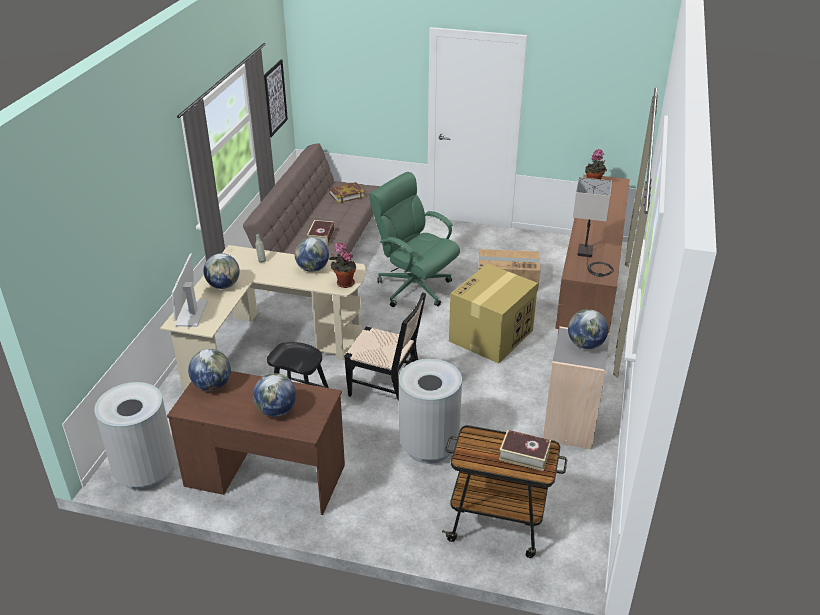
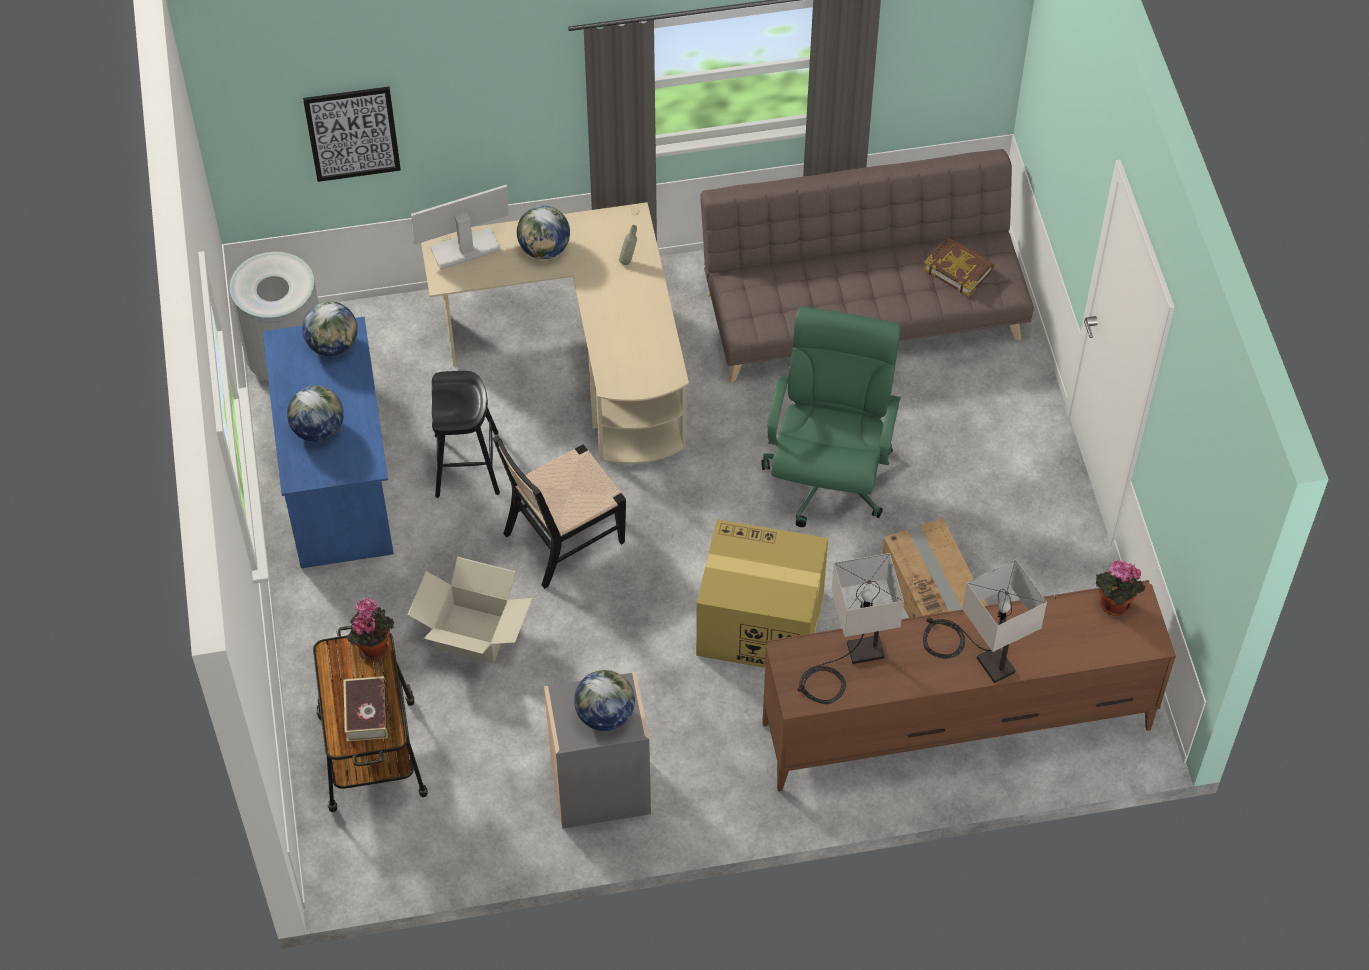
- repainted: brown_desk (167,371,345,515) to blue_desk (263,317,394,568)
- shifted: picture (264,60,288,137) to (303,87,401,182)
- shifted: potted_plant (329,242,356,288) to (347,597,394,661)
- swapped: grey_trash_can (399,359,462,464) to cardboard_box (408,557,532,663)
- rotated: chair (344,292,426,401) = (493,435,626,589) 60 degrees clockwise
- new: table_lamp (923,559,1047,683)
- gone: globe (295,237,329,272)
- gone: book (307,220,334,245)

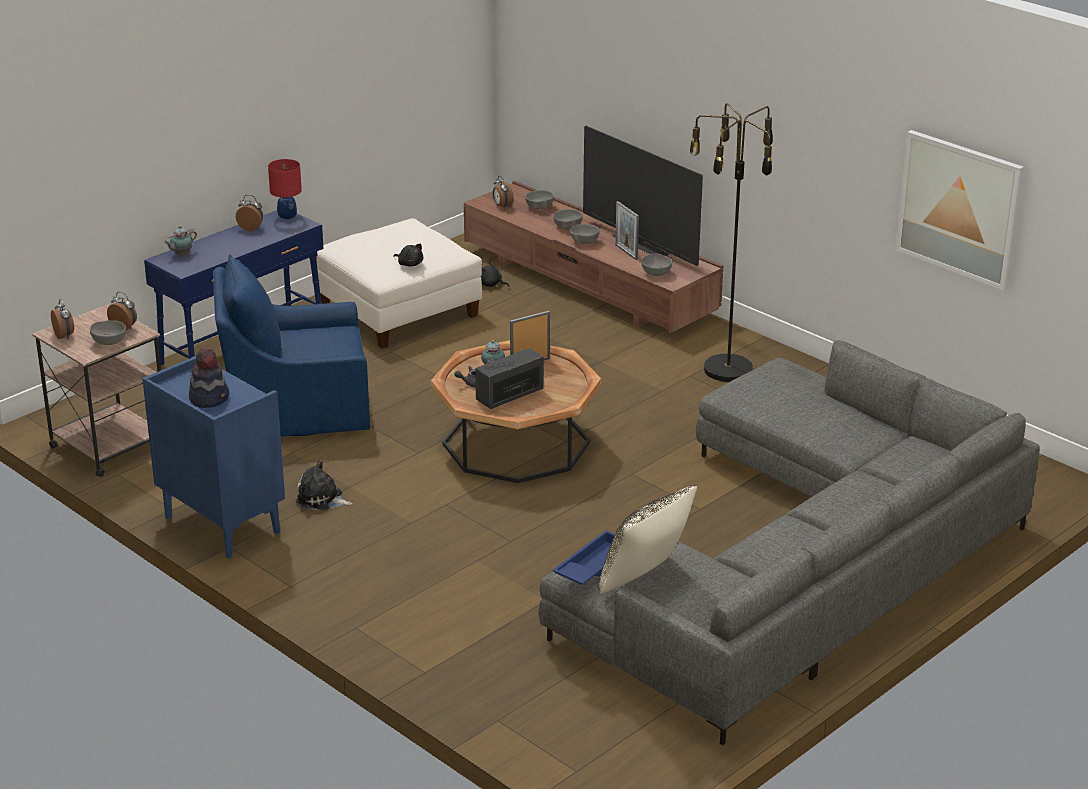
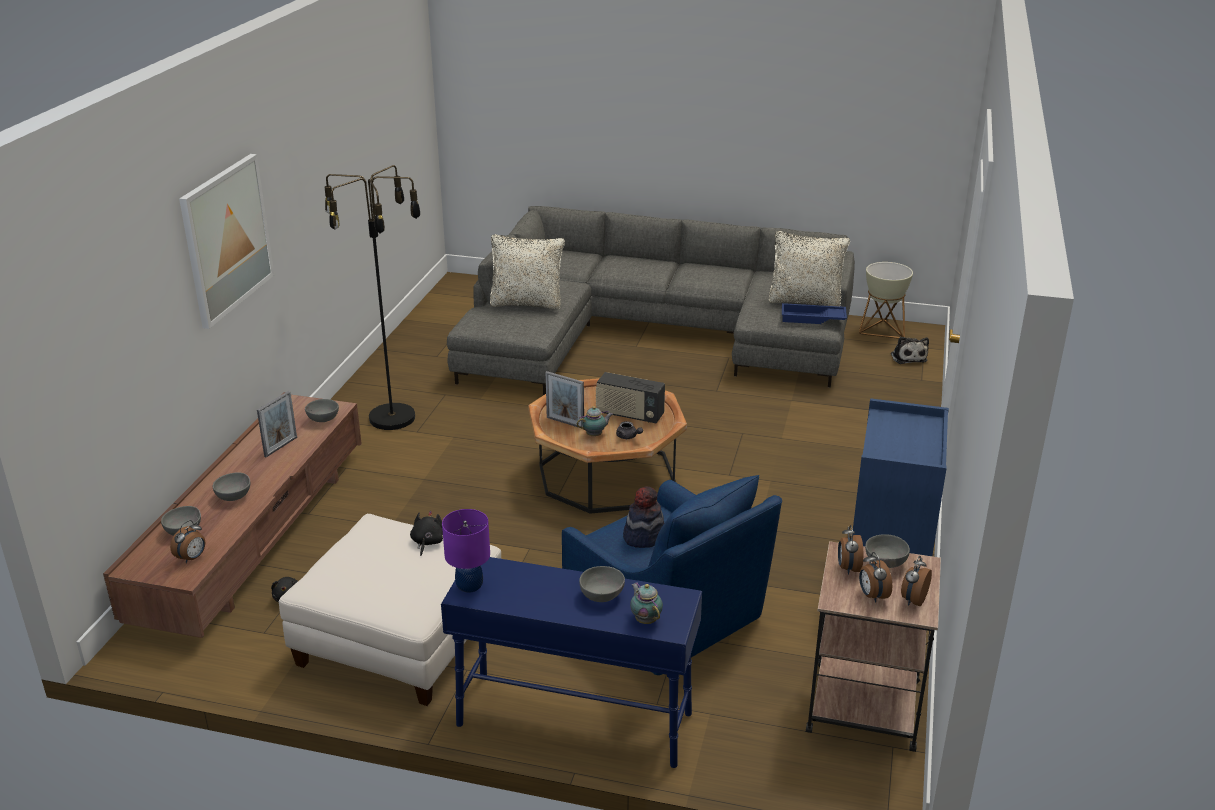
- shifted: picture (895,130,1024,291) to (179,154,274,329)
- repainted: red_table_lamp (268,159,302,219) to purple_table_lamp (442,509,490,593)
- new: beige_pillow (490,234,565,310)
- shifted: grey_bowl (570,224,600,244) to (579,566,625,602)
- shifted: hat (189,348,229,408) to (623,486,664,548)
- rotated: teapot (164,225,197,256) = (630,582,663,624) 135 degrees counterclockwise
- new: planter (859,262,913,339)
- shifted: alarm_clock (236,195,263,231) to (859,552,892,602)
- shifted: plush_toy (296,460,352,511) to (891,337,929,364)
- gone: television (583,126,703,266)

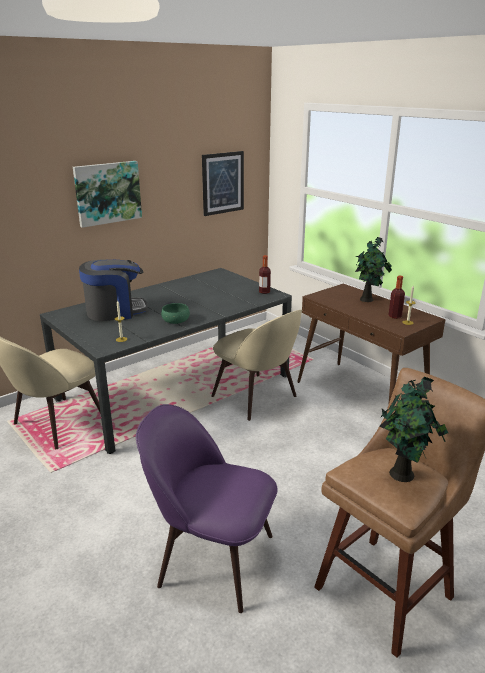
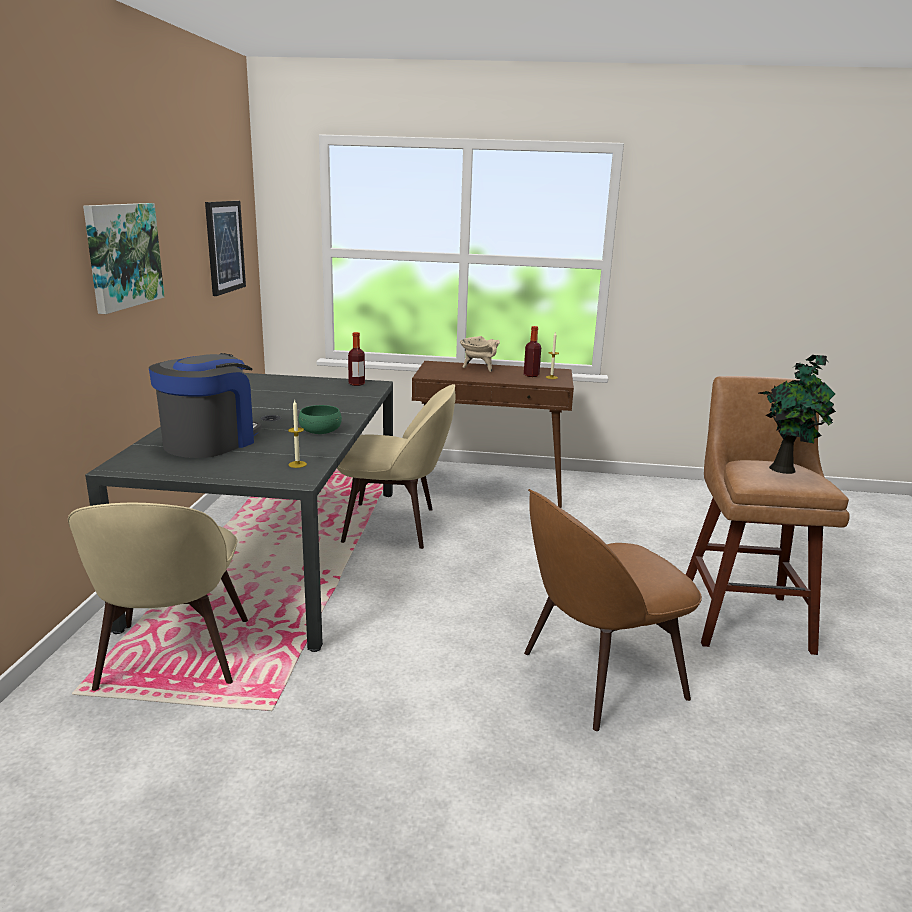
- swapped: potted_plant (355,237,392,302) to beige_cooking_pot (460,336,500,372)
- repainted: purple_chair (136,404,278,613) to brown_chair (524,489,702,731)

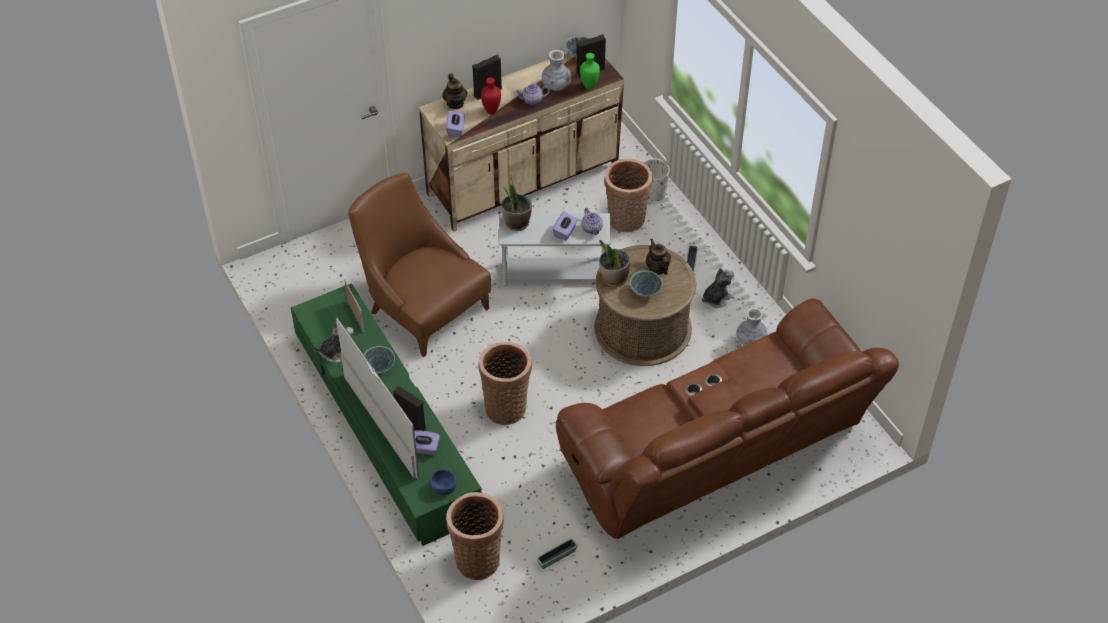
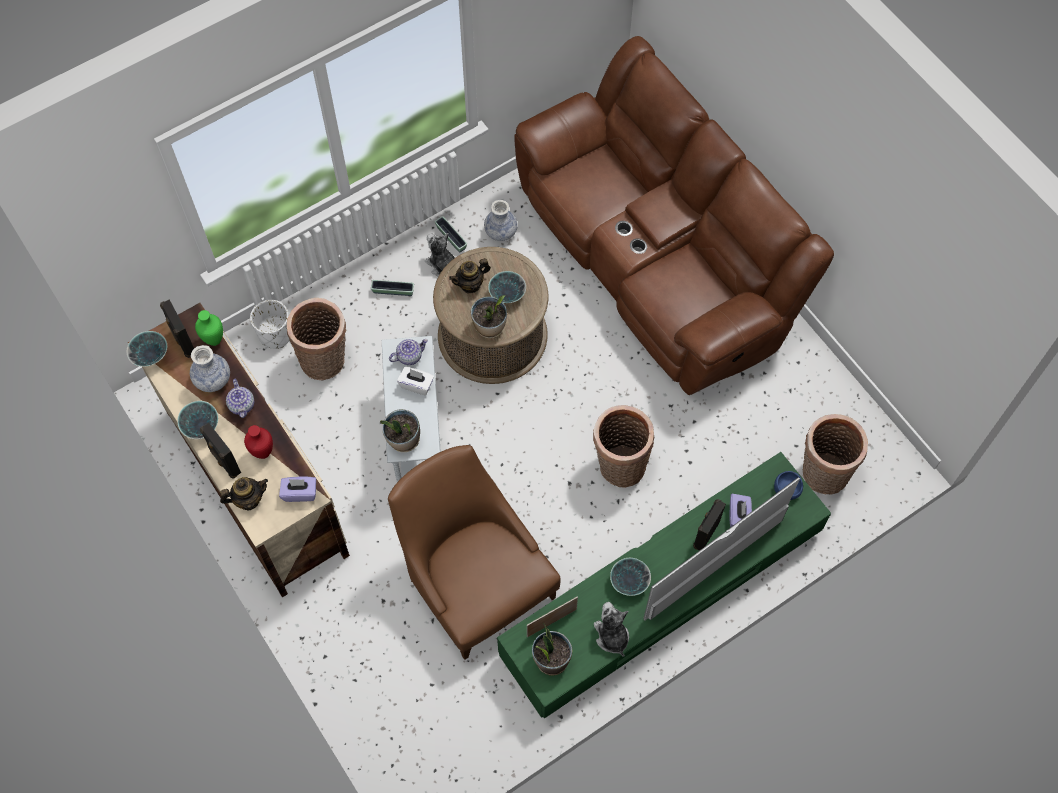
- new: bowl (177,401,218,439)
- rotated: brown_armchair (348,173,491,357) = (388,445,560,660) 105 degrees clockwise
- repainted: purple_tissue_box (553,212,578,241) to white_tissue_box (397,367,434,395)
- shifted: planter (537,538,578,569) to (435,216,467,253)
- new: potted_plant (532,623,572,676)

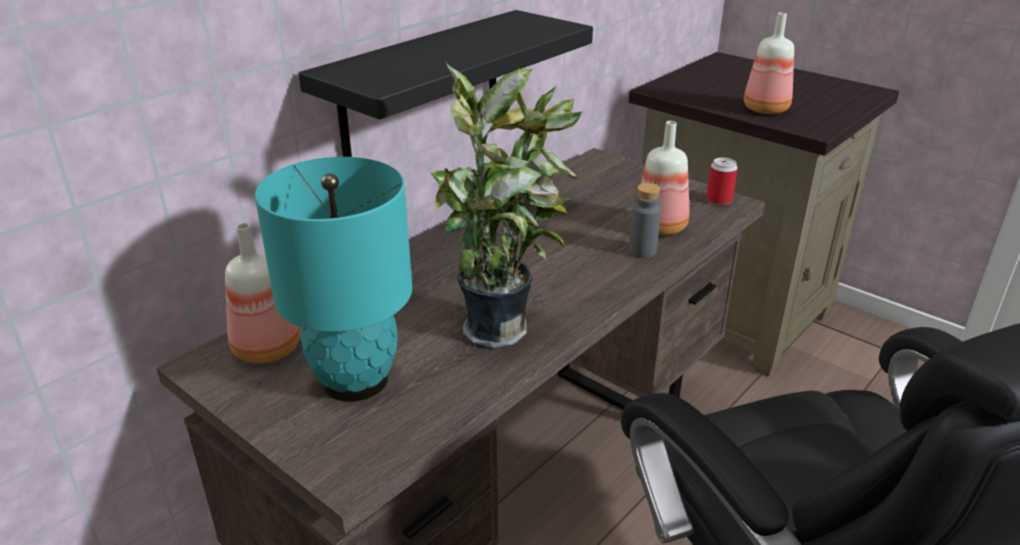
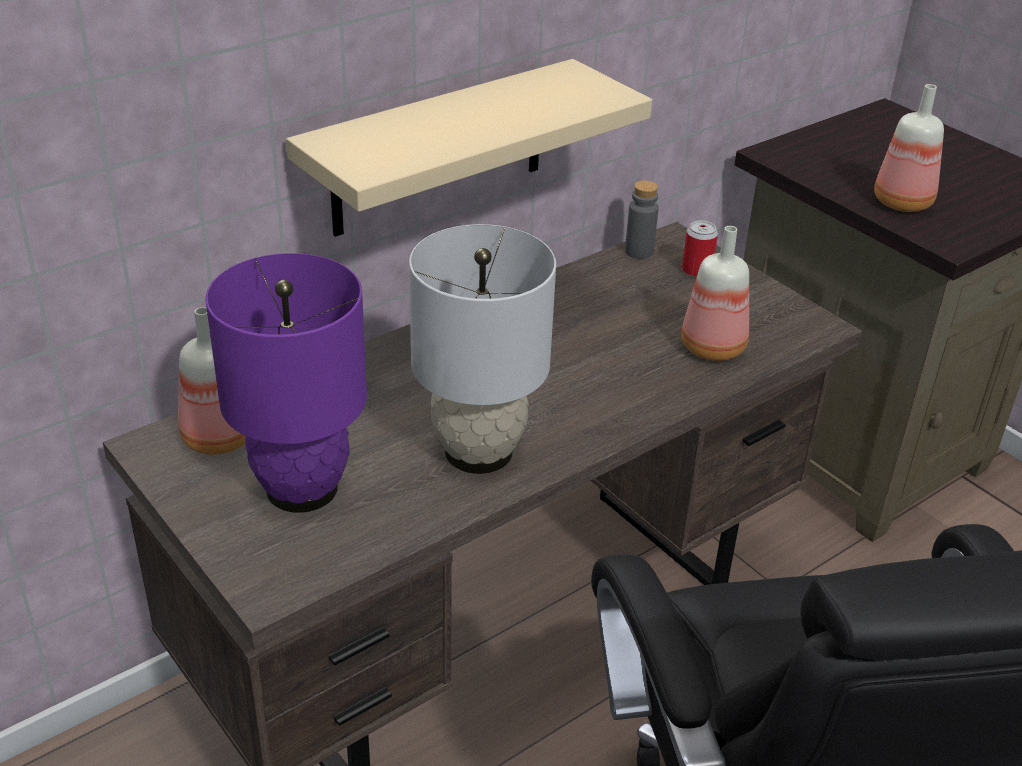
- repainted: turquoise_table_lamp (255,157,412,402) to purple_table_lamp (206,253,367,513)
- repainted: black_shelf (298,10,593,157) to beige_shelf (286,59,652,237)
- swapped: potted_plant (431,60,584,348) to white_table_lamp (409,224,556,474)
- shifted: grey_bottle (629,183,661,258) to (625,180,659,259)
- shifted: can (706,157,738,205) to (682,220,718,277)

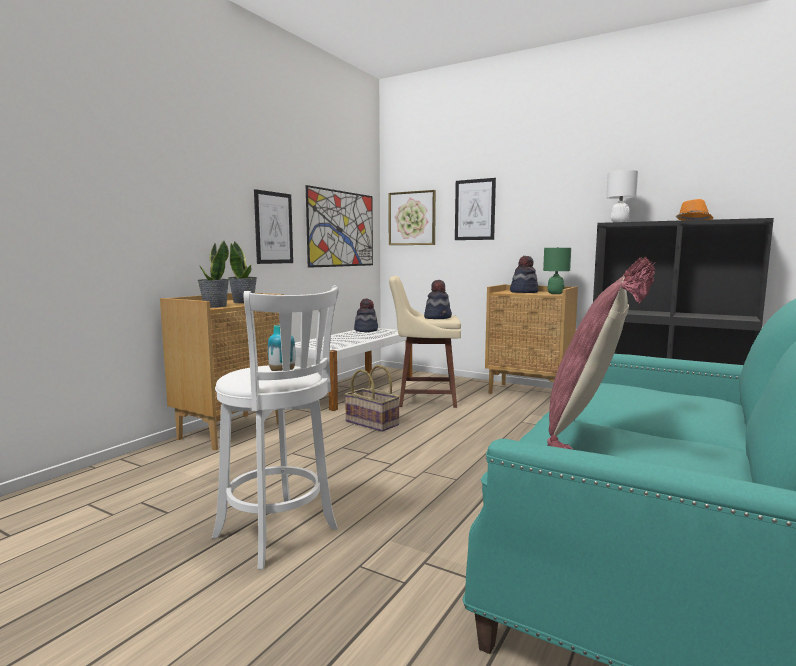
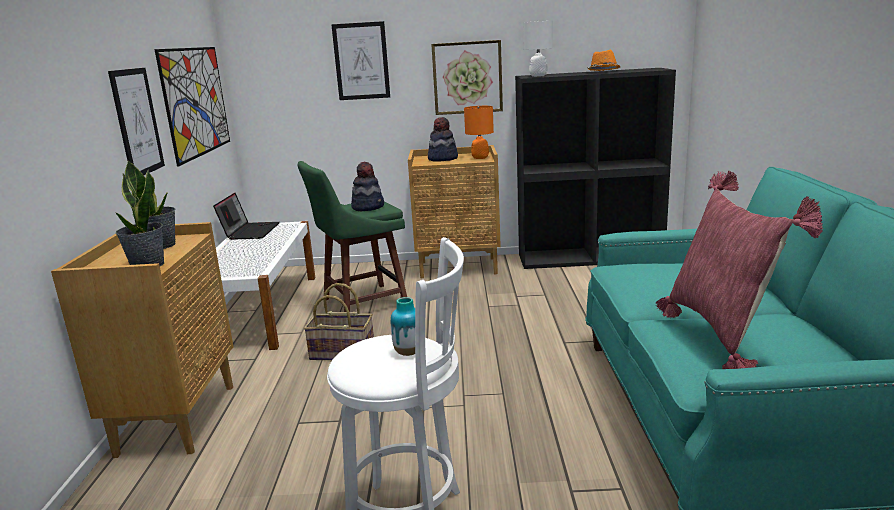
- swapped: hat (354,298,378,332) to laptop (213,193,280,240)
- repainted: beige_stool (389,276,461,408) to green_stool (298,161,407,312)
- shifted: picture (389,190,436,245) to (431,40,503,115)
- repainted: green_table_lamp (543,247,571,294) to orange_table_lamp (464,106,494,159)

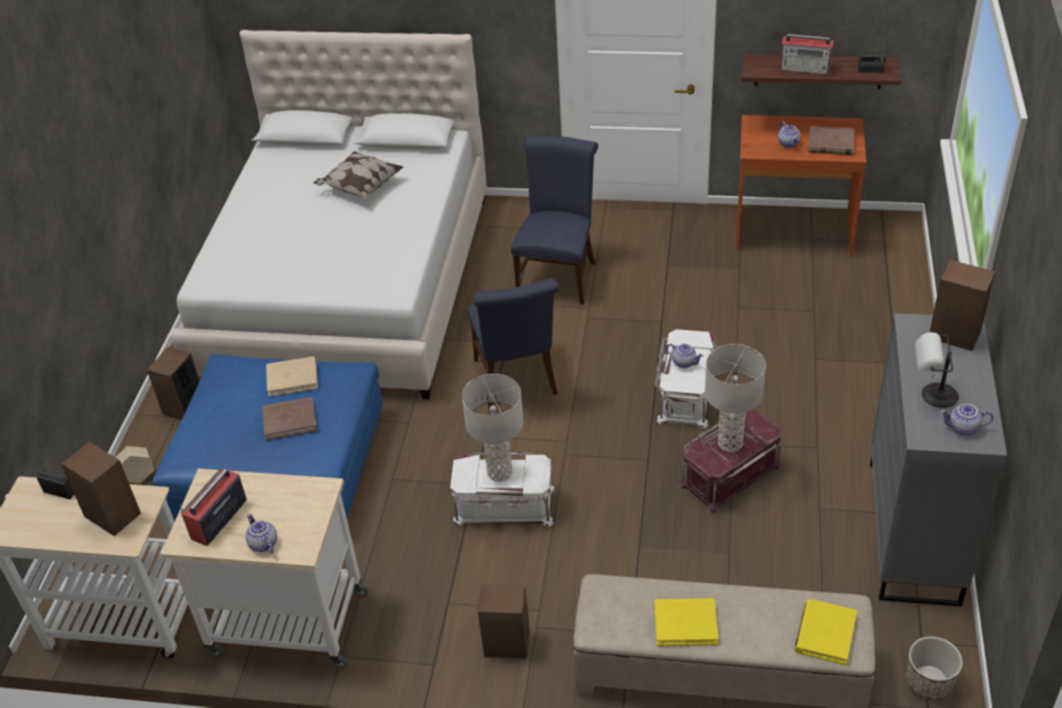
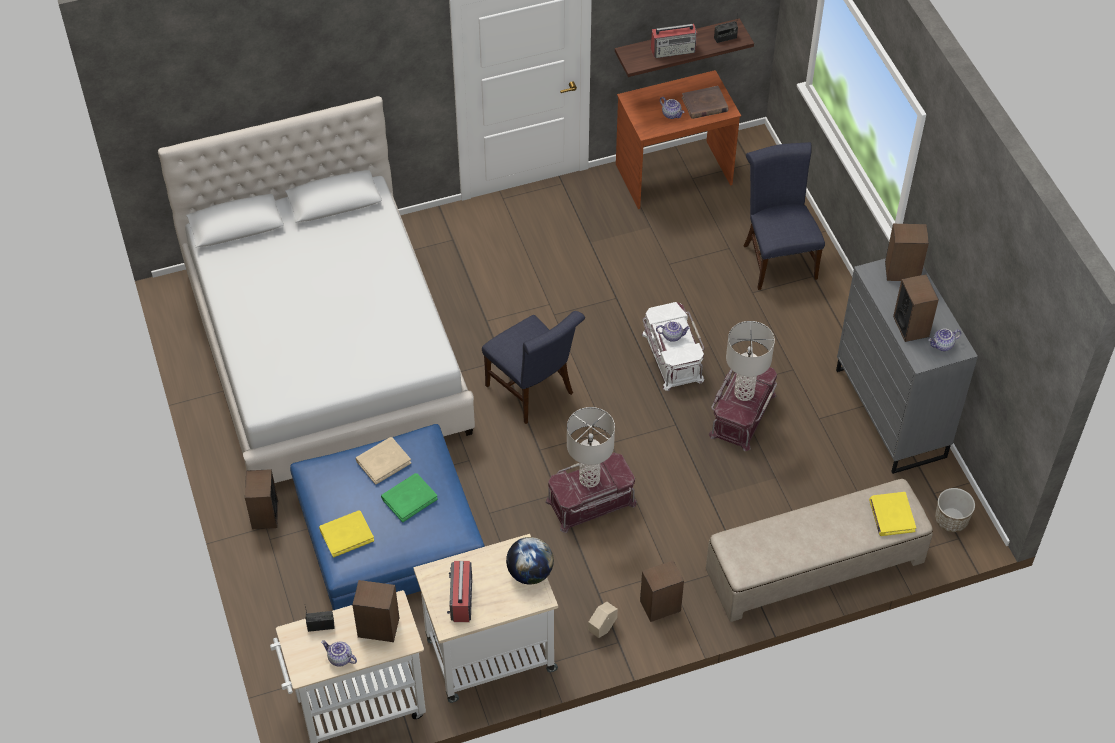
- shifted: yellow_book (654,598,719,646) to (319,510,374,558)
- shifted: teapot (246,513,277,554) to (321,640,357,667)
- repainted: brown_book (262,397,317,441) to green_book (381,473,438,522)
- new: globe (506,537,554,585)
- repainted: white_storage_box (450,453,556,528) to red_storage_box (545,453,637,533)
- shifted: beige_planter (115,446,154,483) to (588,602,618,638)
- shifted: blue_chair (511,136,598,304) to (743,142,825,290)
- swapped: table_lamp (915,332,959,408) to speaker (893,274,939,342)
- gone: pillow (314,151,404,200)

